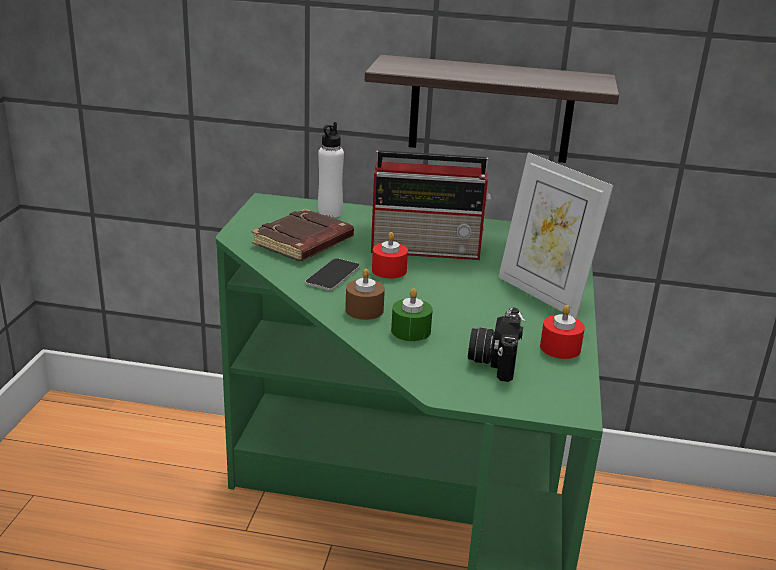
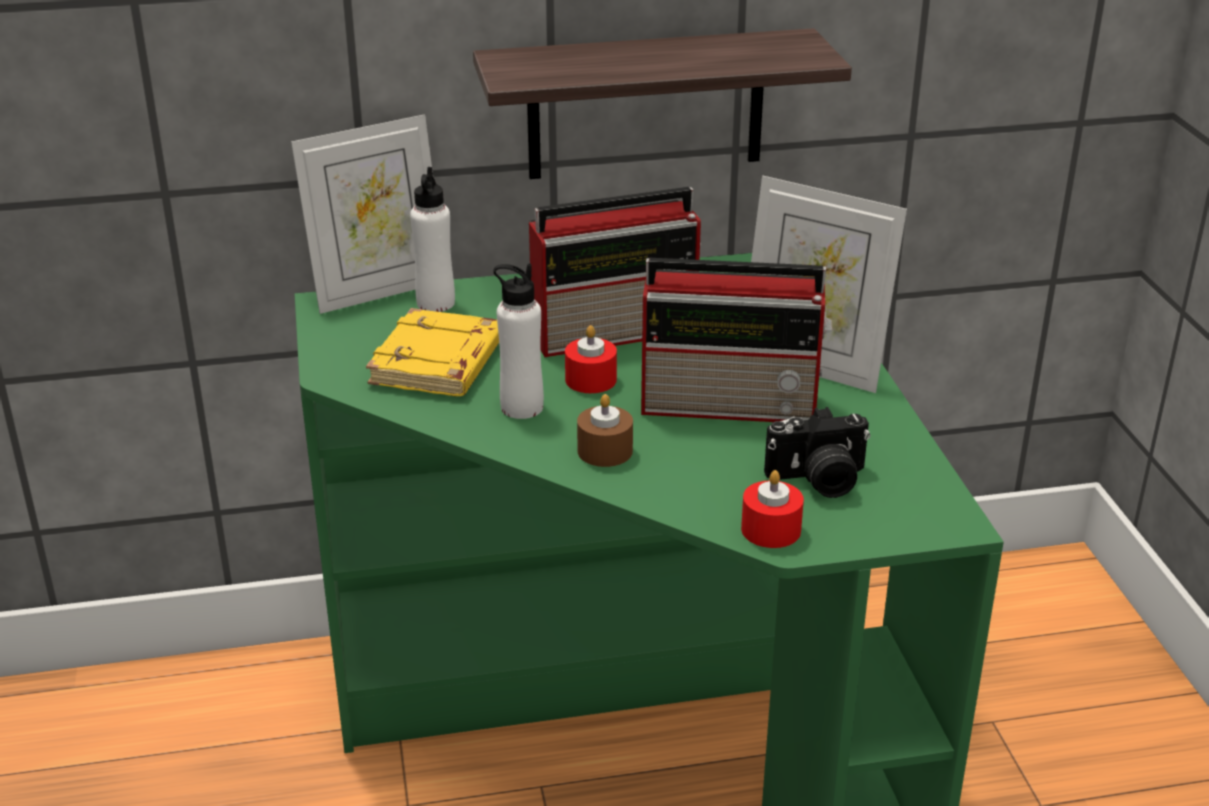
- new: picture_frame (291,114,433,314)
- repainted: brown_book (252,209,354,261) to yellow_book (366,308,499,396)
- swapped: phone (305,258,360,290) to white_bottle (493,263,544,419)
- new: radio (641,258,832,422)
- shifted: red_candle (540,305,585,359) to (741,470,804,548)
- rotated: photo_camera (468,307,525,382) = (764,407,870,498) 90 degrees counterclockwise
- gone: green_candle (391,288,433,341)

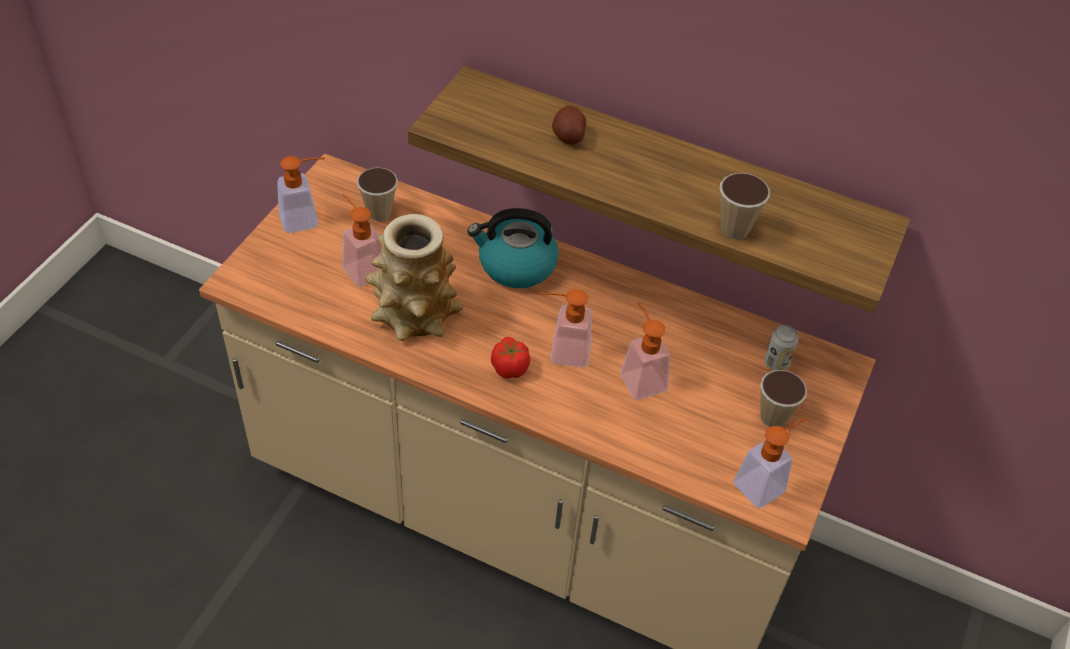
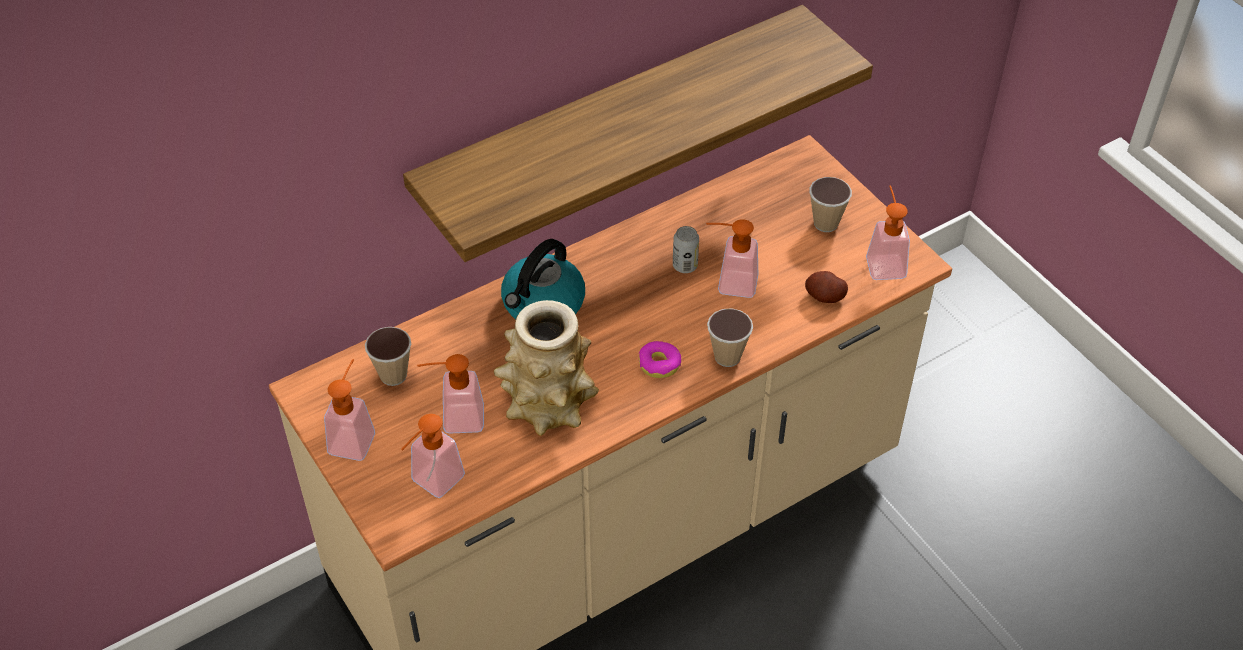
- shifted: soap_dispenser (540,289,592,367) to (401,414,465,498)
- swapped: tomato (491,337,530,379) to donut (639,341,681,378)
- shifted: can (764,325,798,371) to (673,226,699,273)
- shifted: cup (720,173,770,239) to (707,308,753,367)
- shifted: potato (552,105,586,145) to (805,271,848,303)

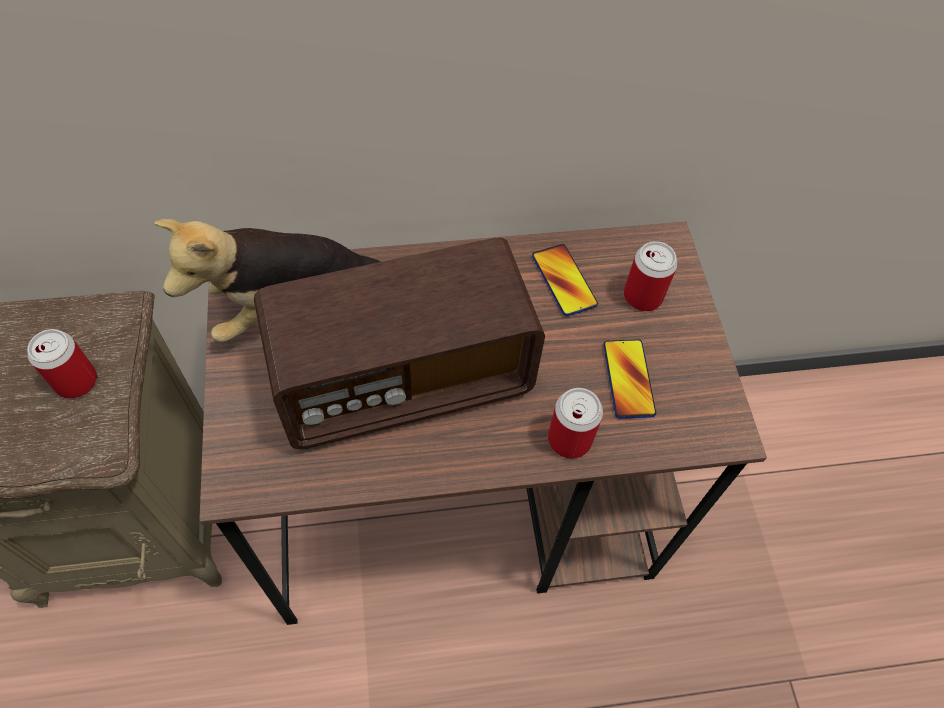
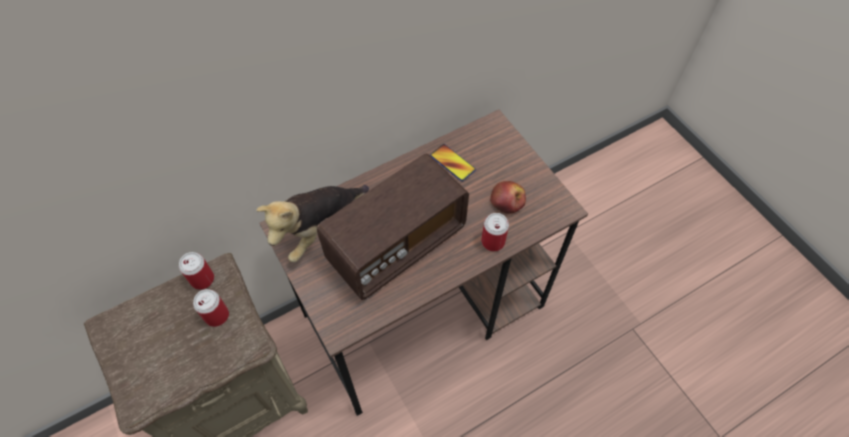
- shifted: can (624,241,678,311) to (179,252,214,290)
- swapped: phone (603,339,656,419) to apple (490,181,526,214)

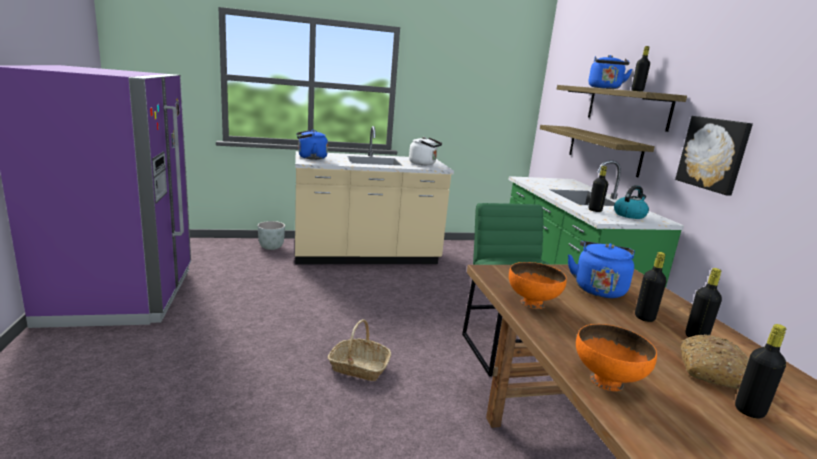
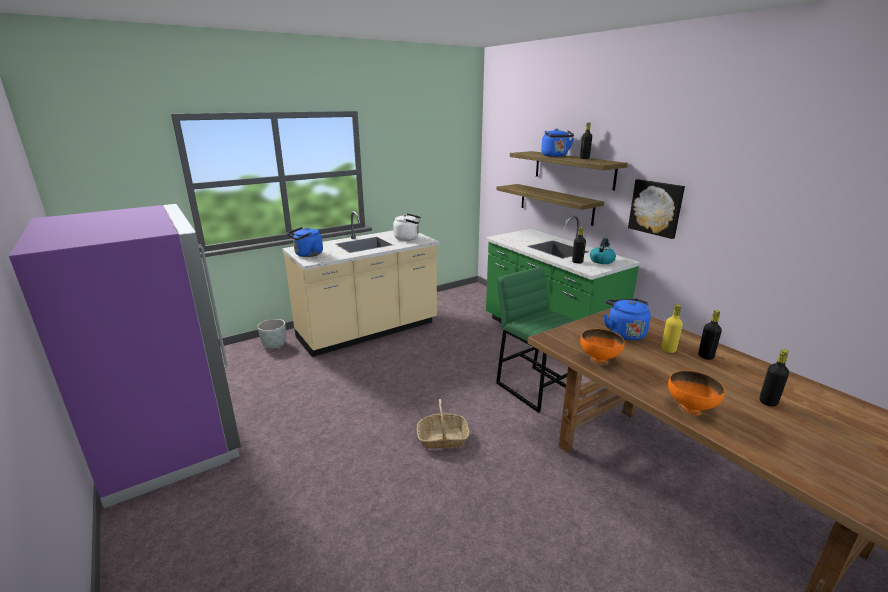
- repainted: black_bottle (635,252,667,322) to yellow_bottle (662,304,683,353)
- gone: bread (681,334,749,390)

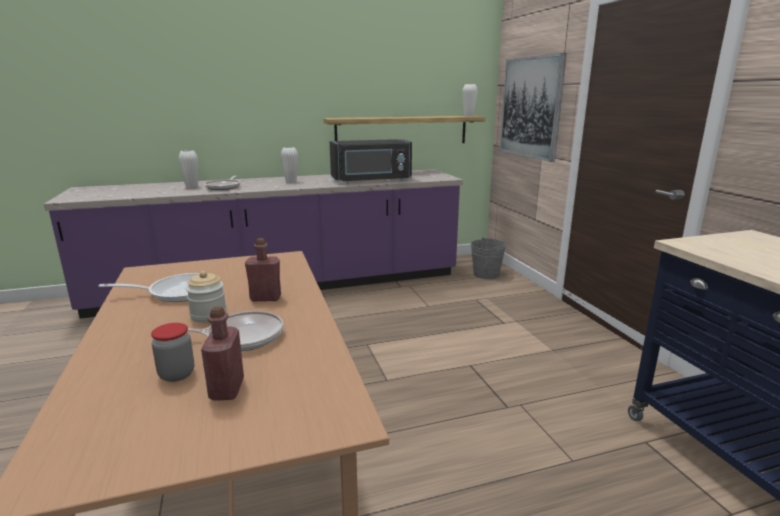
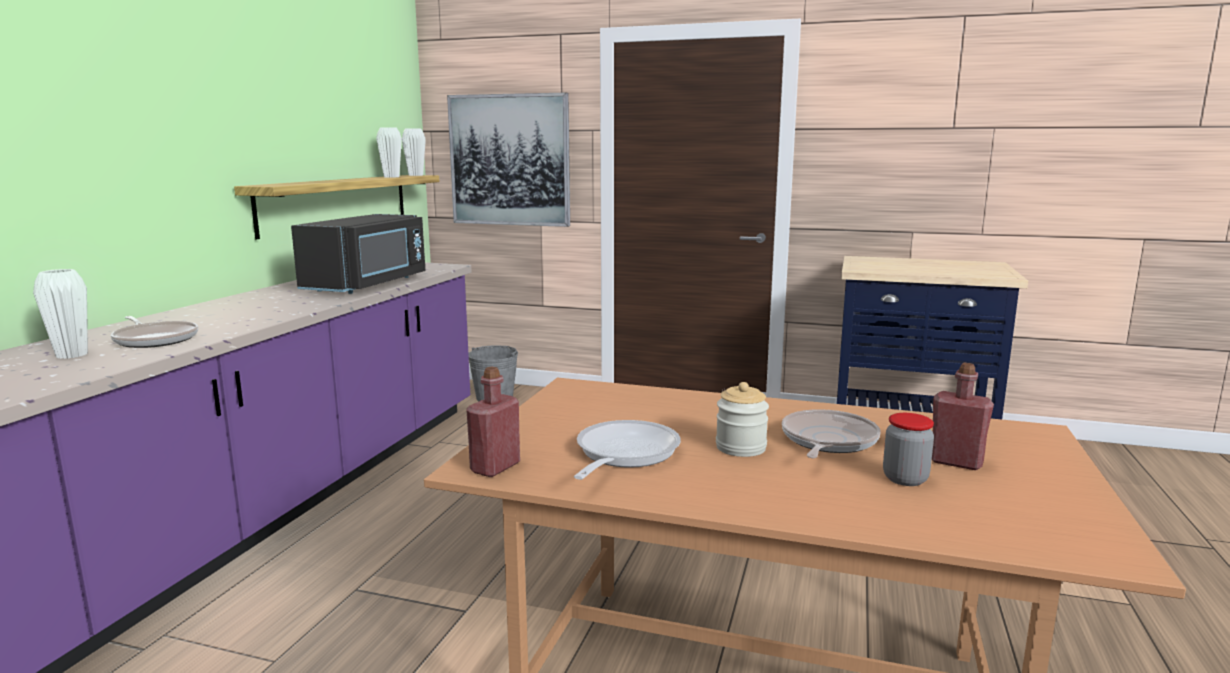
- shifted: white_vase (281,147,298,183) to (376,127,402,178)
- shifted: red_bottle (245,238,281,301) to (466,367,520,477)

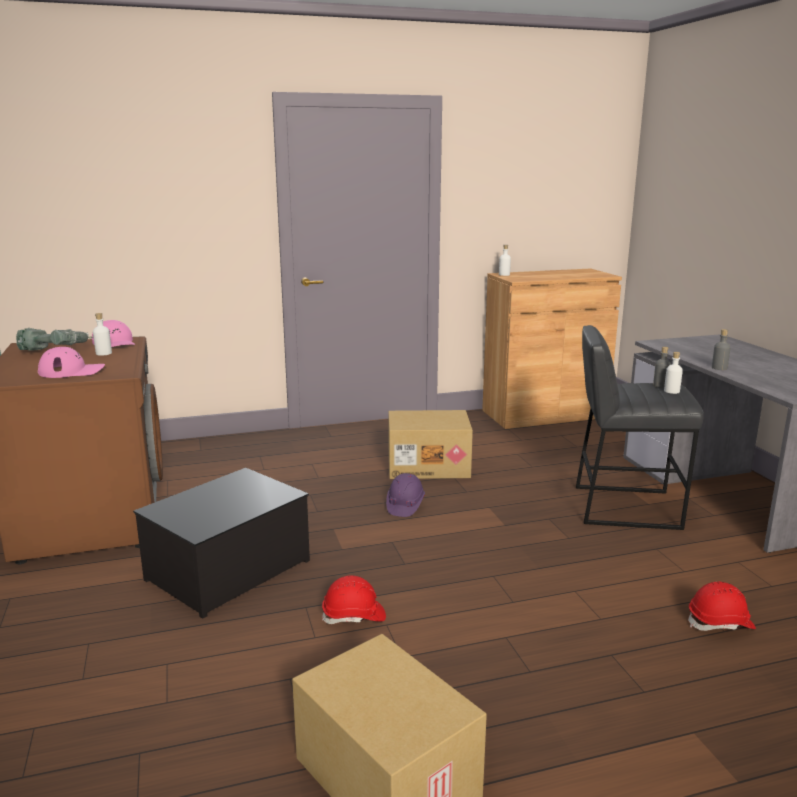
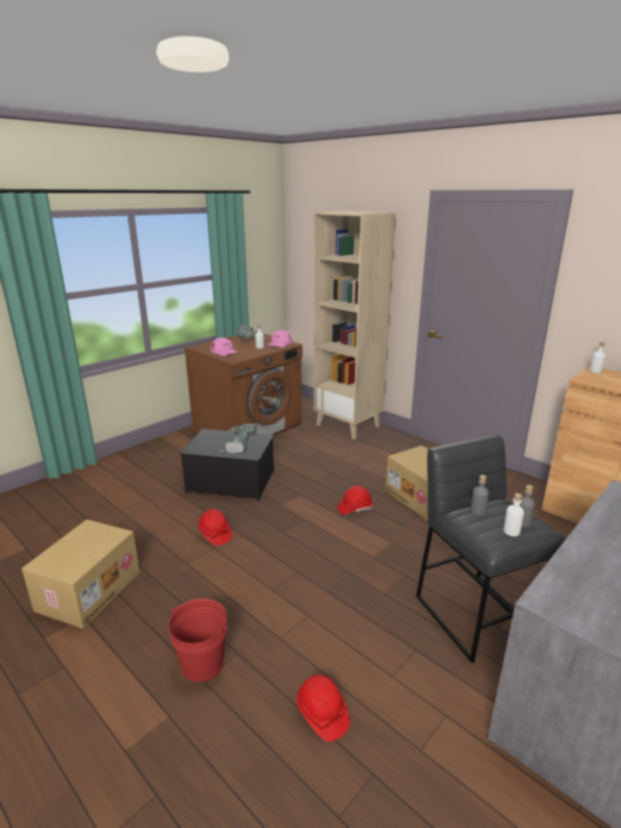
- new: red_bucket (168,599,228,682)
- new: power_drill (220,424,257,453)
- new: beige_bookcase (314,211,396,440)
- repainted: purple_hard_hat (386,473,425,517) to red_hard_hat (337,486,373,515)
- shifted: grey_bottle (712,329,731,370) to (470,475,489,516)

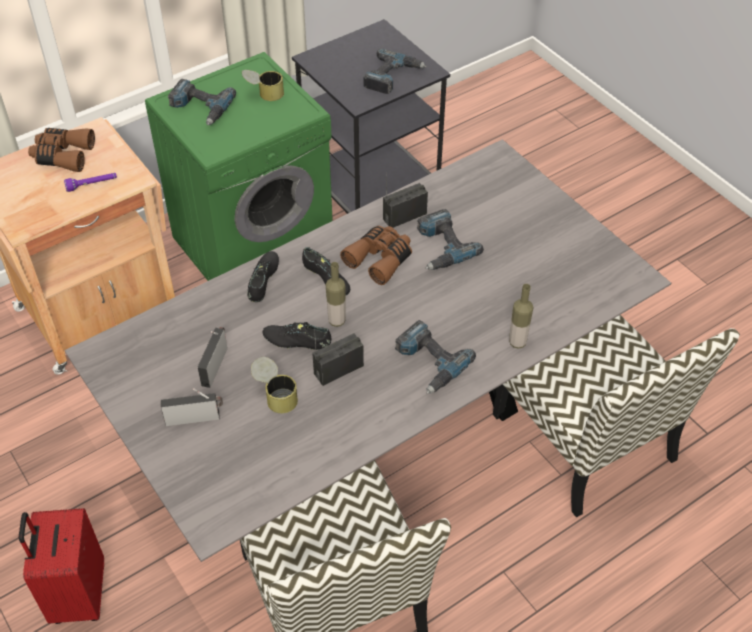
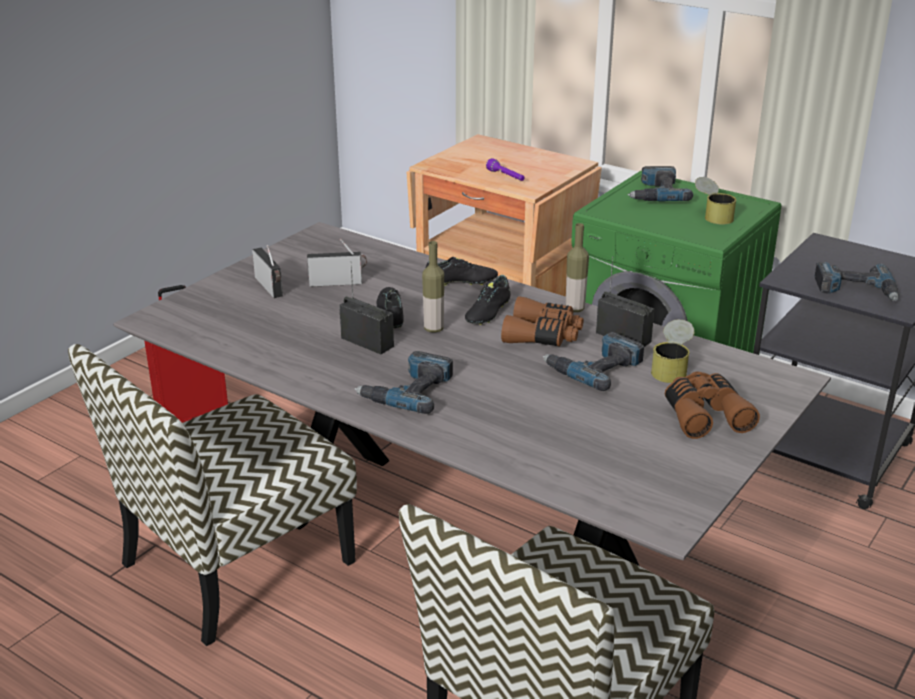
- shifted: bottle (509,284,534,349) to (566,223,589,312)
- shifted: can (251,357,298,413) to (651,319,694,383)
- shifted: brown_binoculars (28,128,95,172) to (665,371,760,439)

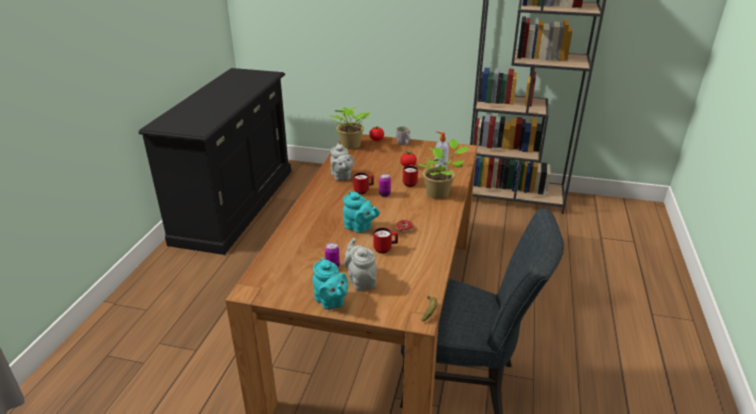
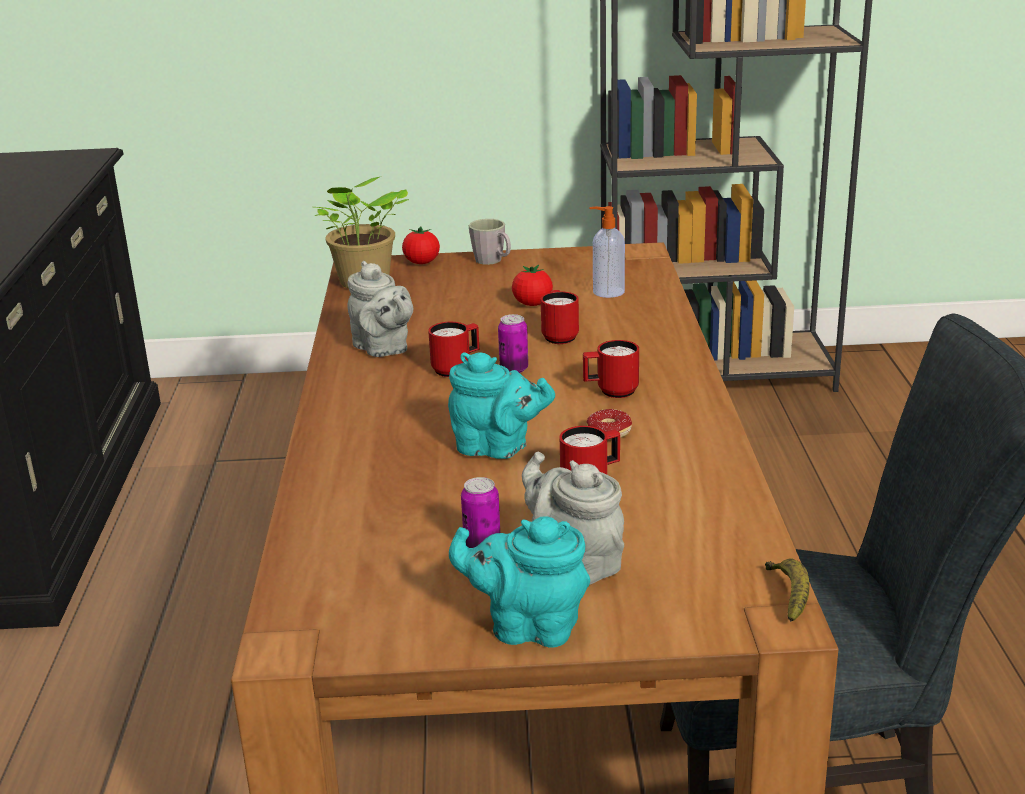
- rotated: turquoise_teapot (312,258,348,310) = (449,516,590,647) 150 degrees clockwise
- new: red_mug (583,340,639,398)
- gone: potted_plant (417,139,470,199)

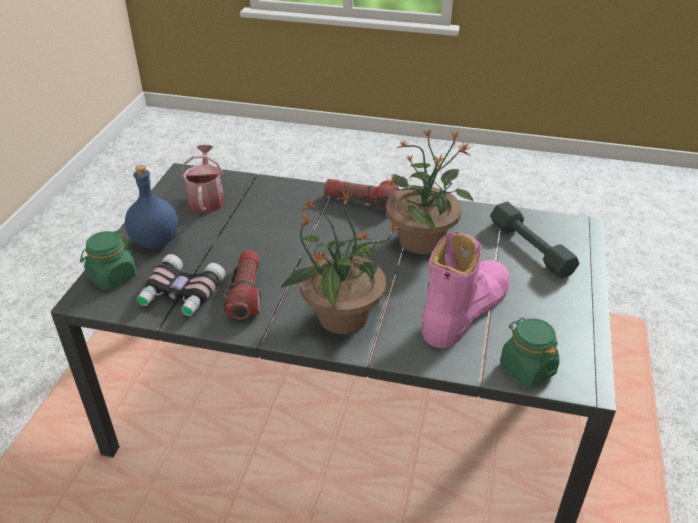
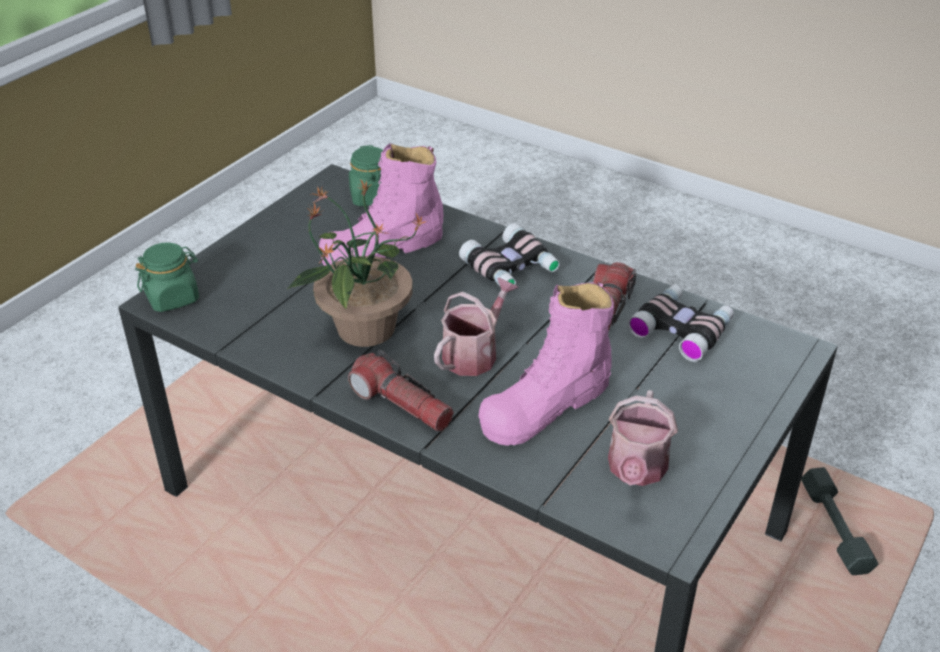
- shifted: green_jar (80,231,137,290) to (135,243,199,312)
- new: watering_can (434,278,518,376)
- swapped: potted_plant (281,190,399,334) to binoculars (459,223,560,286)
- new: pink_boot (478,282,614,446)
- shifted: grey_dumbbell (490,202,580,279) to (801,467,879,575)
- gone: blue_bottle (125,165,178,249)

